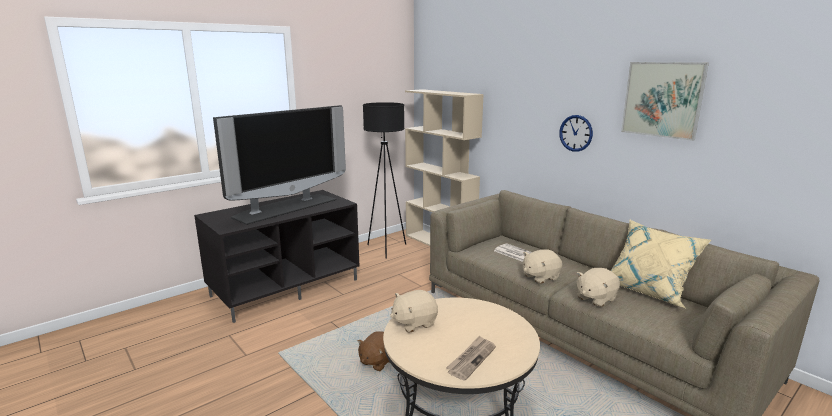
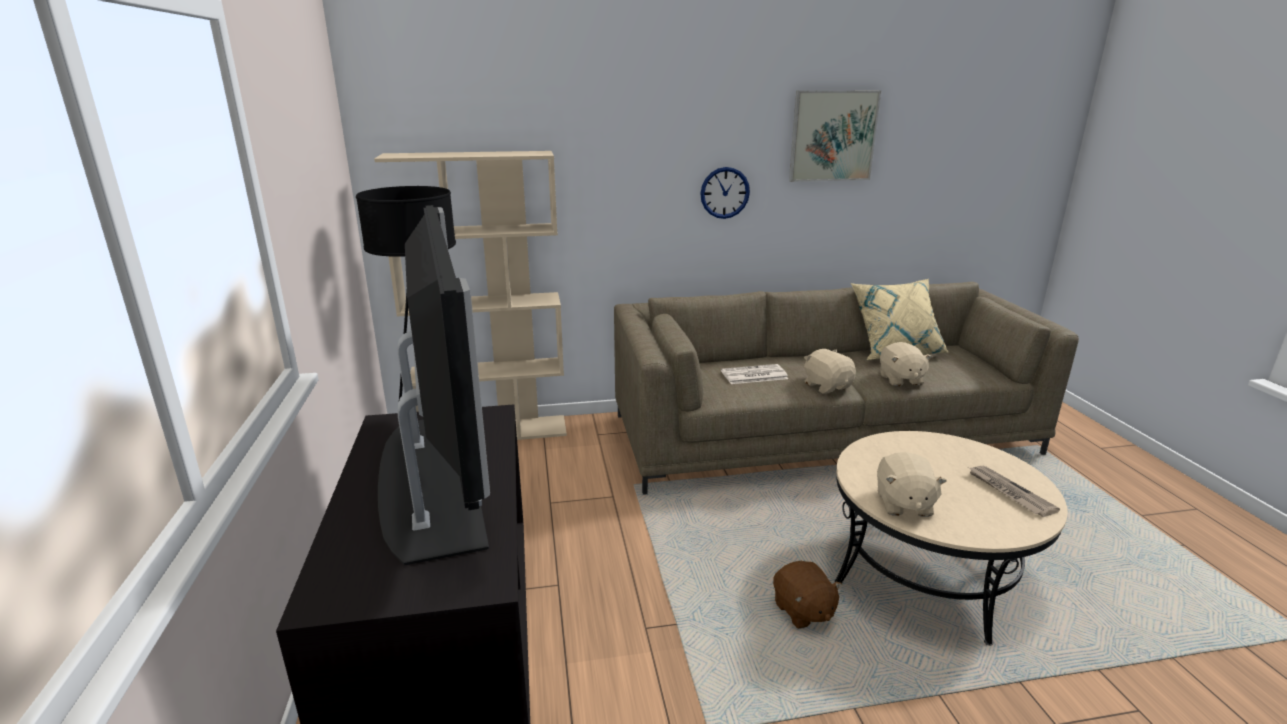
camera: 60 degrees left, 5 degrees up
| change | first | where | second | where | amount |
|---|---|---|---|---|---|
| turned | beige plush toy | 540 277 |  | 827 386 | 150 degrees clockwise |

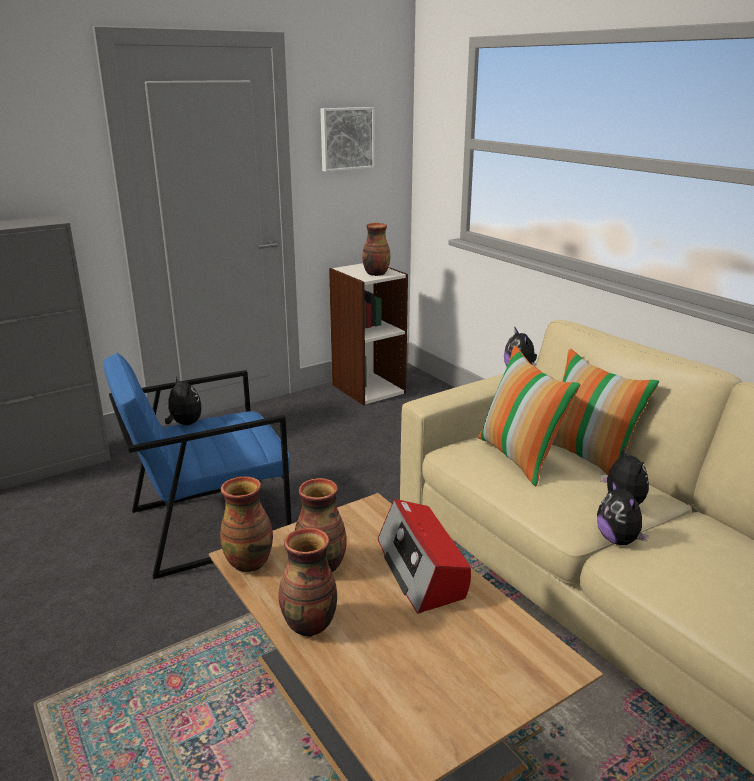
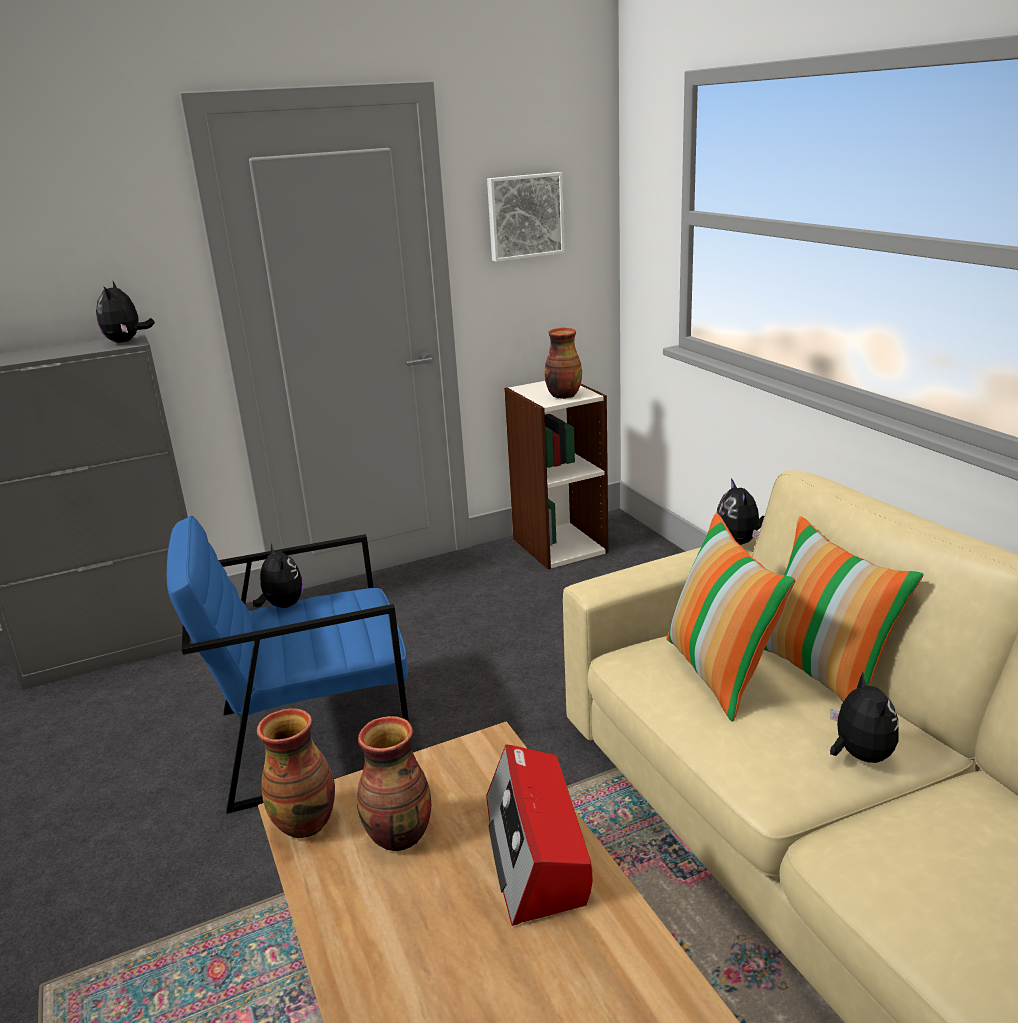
camera: 10 degrees right, 0 degrees up
| change | first | where | second | where | amount |
|---|---|---|---|---|---|
| moved | plush toy | 618 540 |  | 126 342 |  |
| removed | vase | 309 625 |  |  |  |

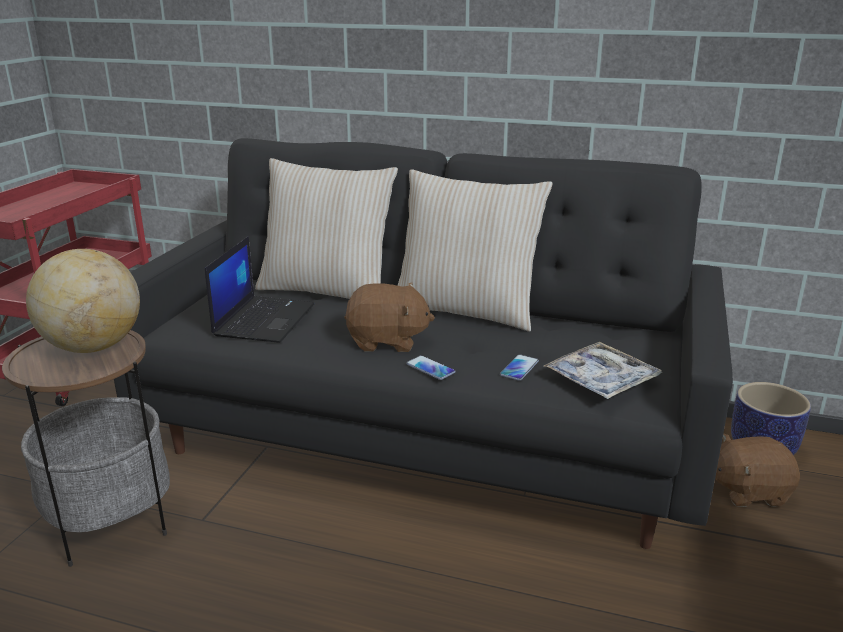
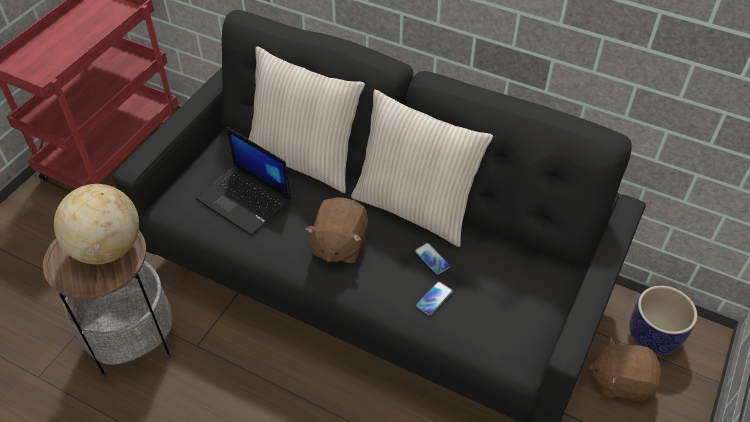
camera: 10 degrees right, 25 degrees up
| change | first | where | second | where | amount |
|---|---|---|---|---|---|
| turned | laptop | 264 319 |  | 245 200 | 105 degrees clockwise |
| turned | brown plush toy | 387 341 |  | 339 244 | 90 degrees clockwise |
| moved | phone | 430 368 |  | 432 259 |  |
| removed | tray | 601 380 |  |  |  |

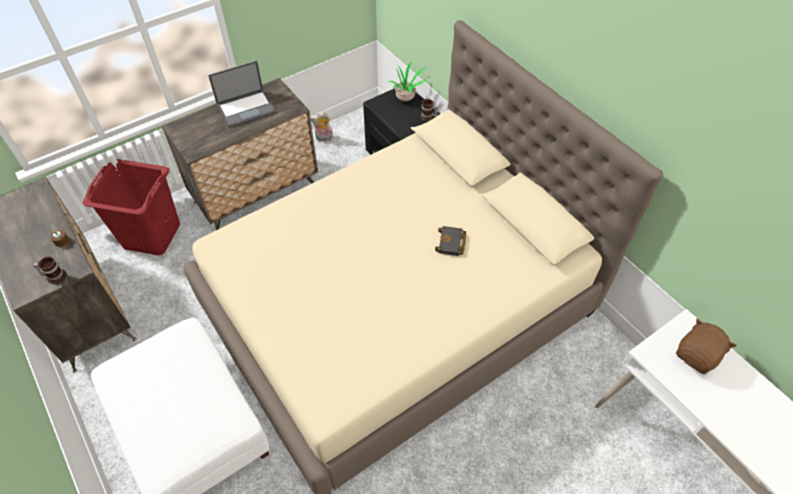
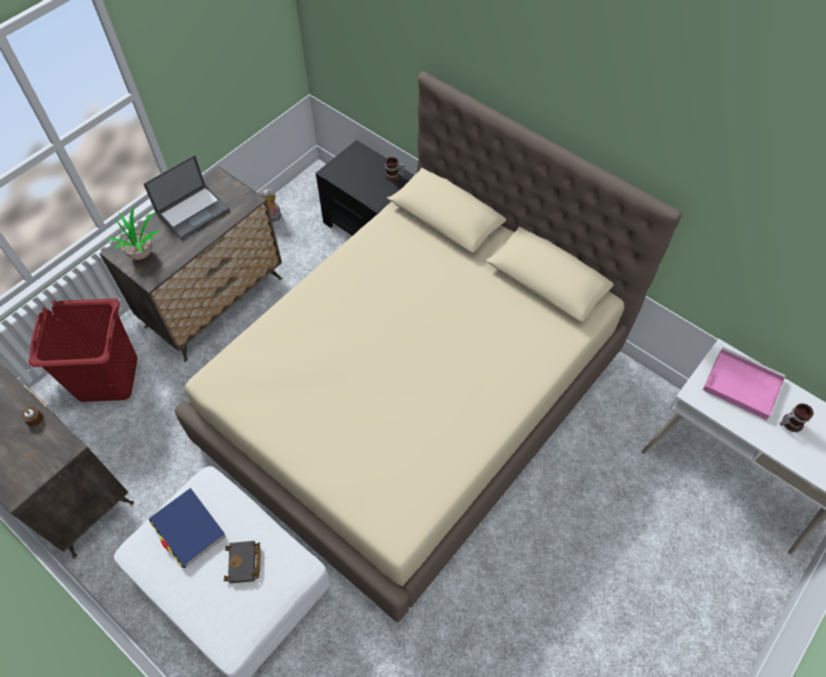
camera: 15 degrees left, 5 degrees up
| change | first | where | second | where | amount |
|---|---|---|---|---|---|
| moved | potted plant | 406 98 |  | 143 253 |  |
| added |  |  | blue book | 188 529 |  |
| moved | black book | 451 243 |  | 244 564 |  |
| replaced | brown plush toy | 697 356 | pink tray | 740 384 |  |
| moved | mug | 55 276 |  | 790 422 |  |

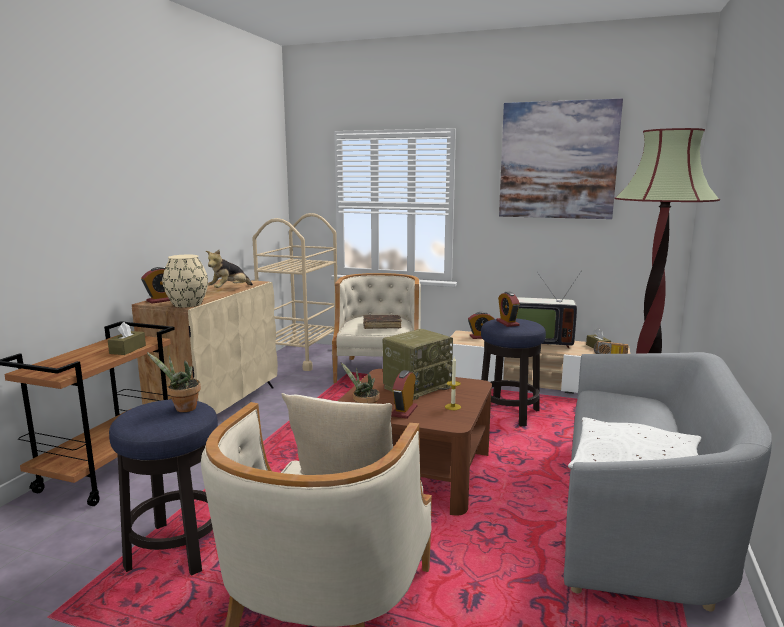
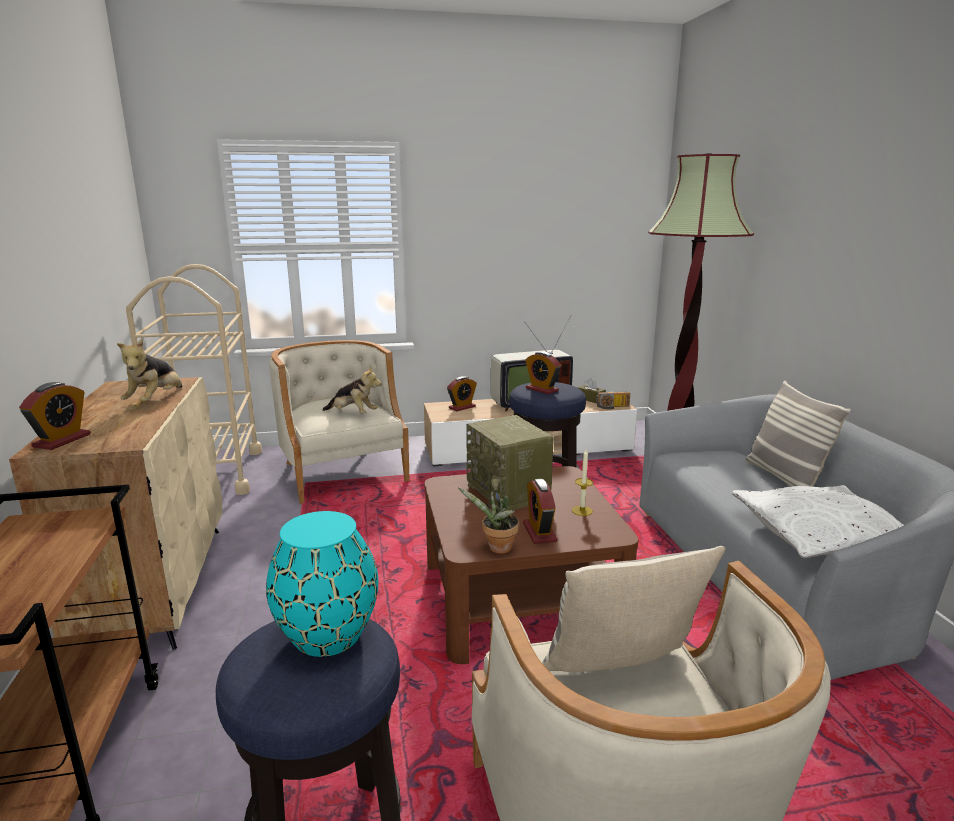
camera: 30 degrees left, 5 degrees up
| change | first | where | second | where | amount |
|---|---|---|---|---|---|
| replaced | potted plant | 182 409 | turquoise vase | 329 634 |  |
| replaced | brown book | 382 326 | plush toy | 353 414 |  |
| turned | radio | 417 387 |  | 509 493 | 135 degrees clockwise |
| added |  |  | pillow | 784 478 |  |
| removed | brown tissue box | 128 349 |  |  |  |
| removed | beige vase | 186 304 |  |  |  |
| removed | picture | 557 160 |  |  |  |

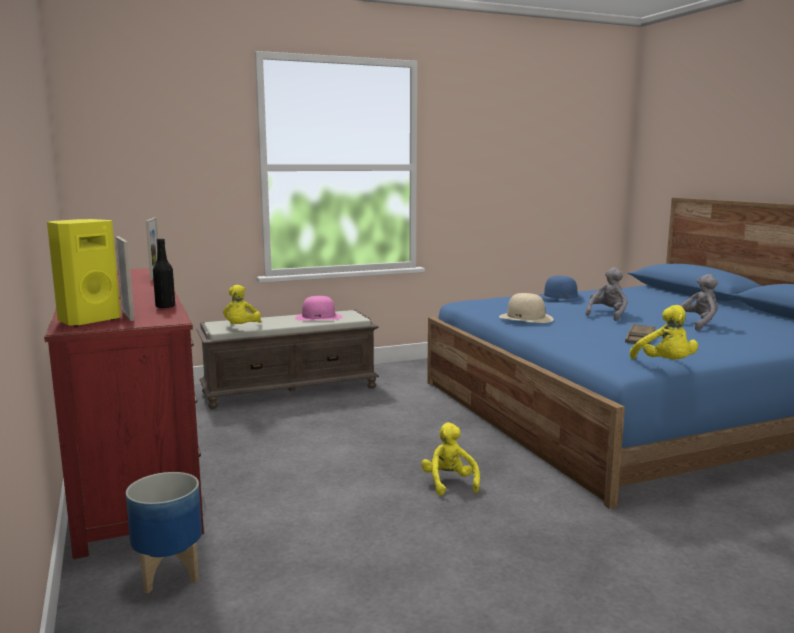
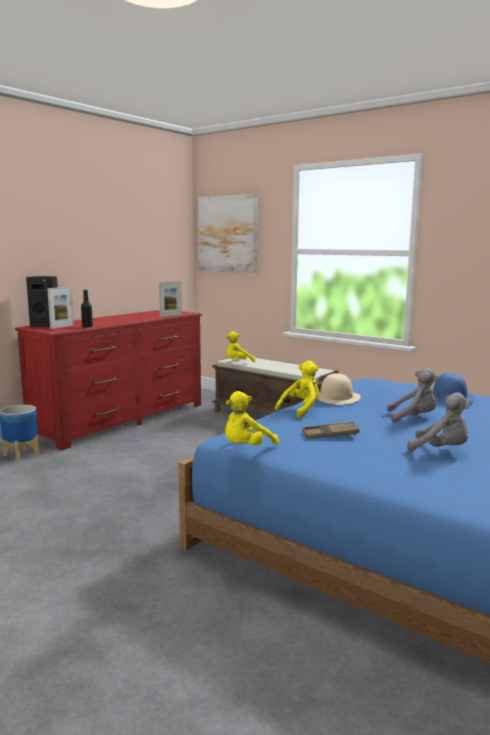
camera: 60 degrees right, 0 degrees up
| change | first | where | second | where | amount |
|---|---|---|---|---|---|
| recoloured | yellow speaker | 87 320 | black speaker | 46 326 |  |
| added |  |  | picture | 228 234 |  |
| moved | yellow plush toy | 449 483 |  | 301 410 |  |
| removed | pink hat | 318 317 |  |  |  |

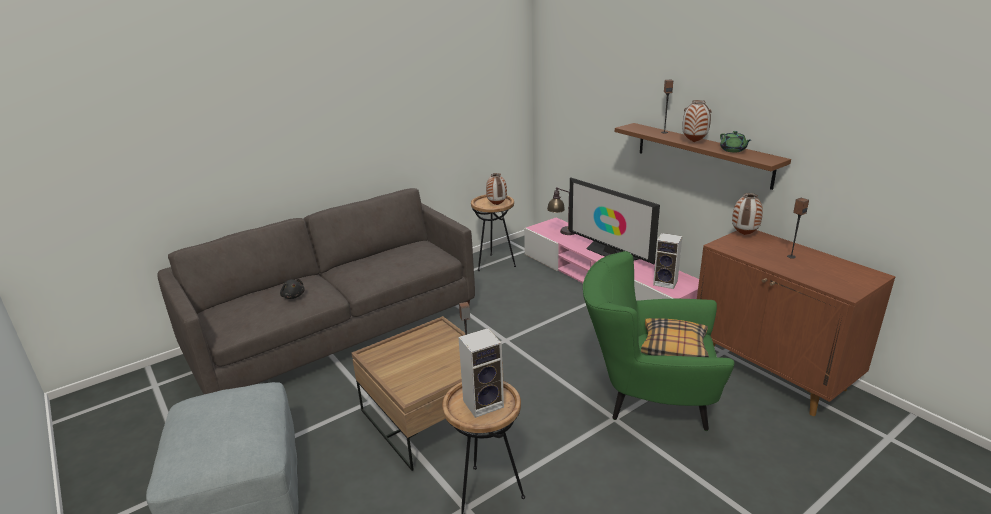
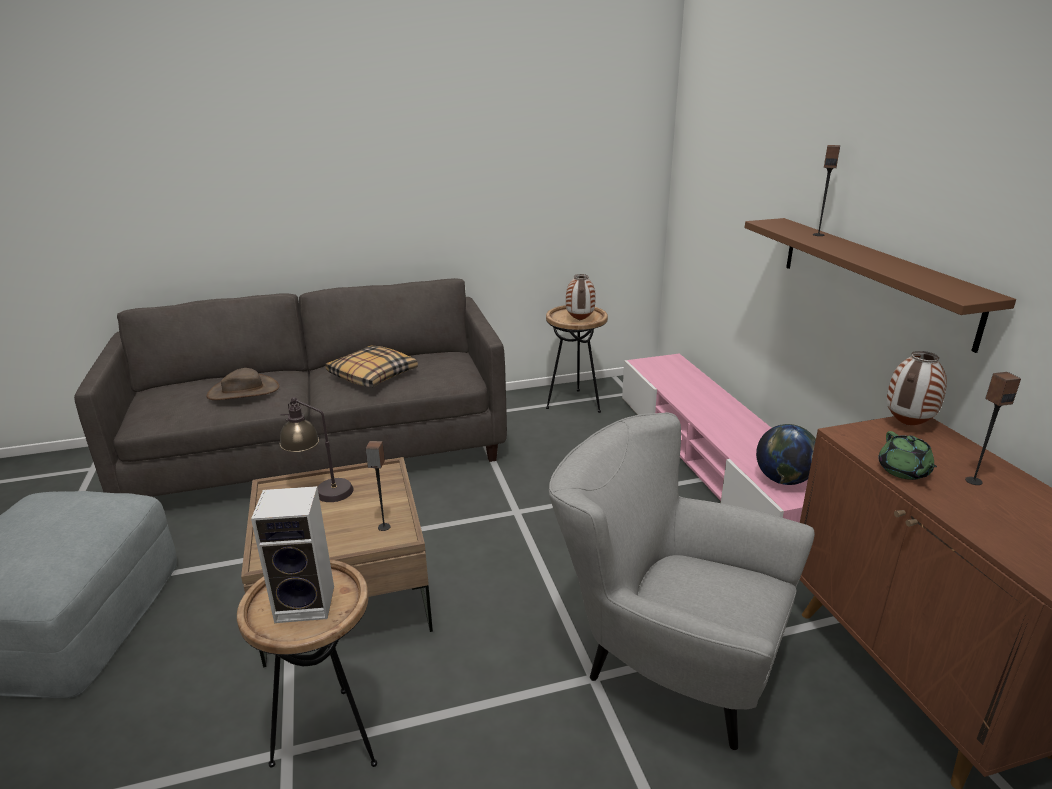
camera: 20 degrees right, 0 degrees up
| change | first | where | second | where | amount |
|---|---|---|---|---|---|
| replaced | black plush toy | 293 296 | brown hat | 243 391 |  |
| moved | table lamp | 562 232 |  | 321 490 |  |
| moved | pillow | 674 347 |  | 372 375 |  |
| recoloured | green armchair | 647 400 | grey armchair | 665 664 |  |
| replaced | speaker | 666 283 | globe | 783 480 |  |
| moved | green teapot | 733 150 |  | 903 471 |  |
| removed | television | 609 253 |  |  |  |
| removed | vase | 694 142 |  |  |  |

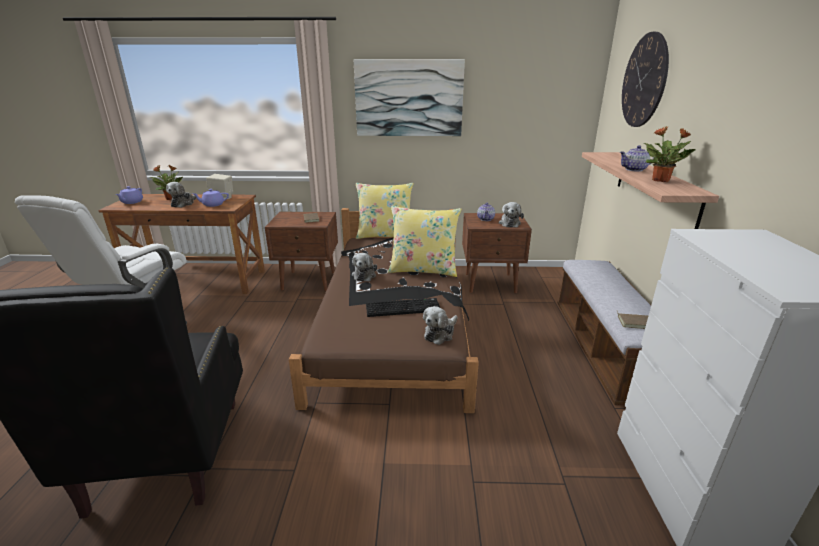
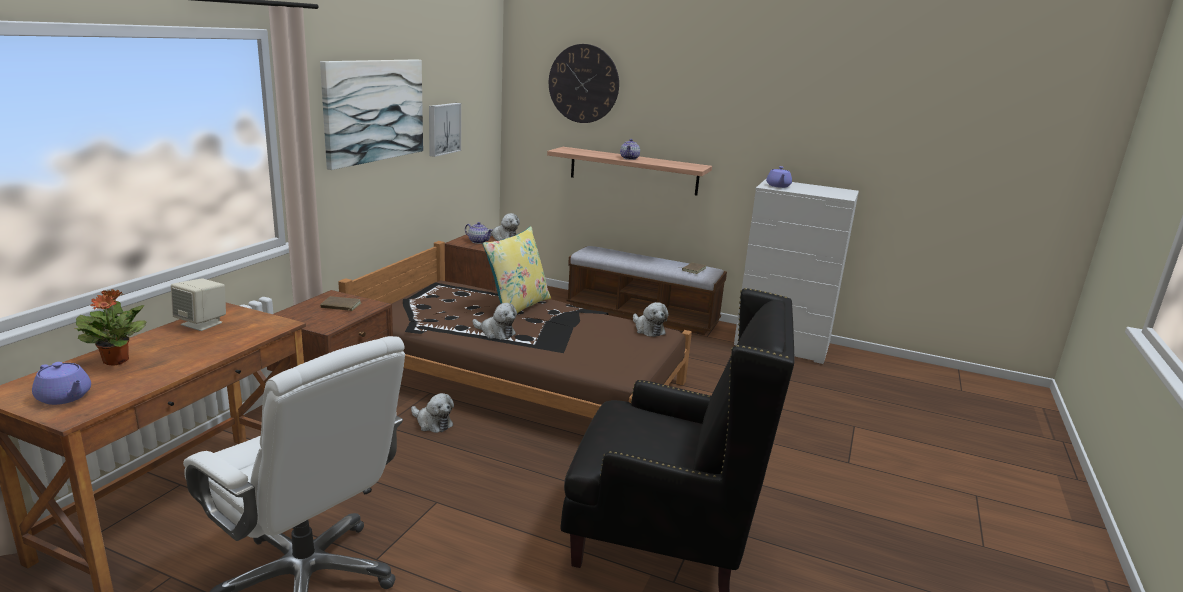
camera: 70 degrees left, 5 degrees down
| change | first | where | second | where | amount |
|---|---|---|---|---|---|
| moved | plush toy | 183 203 |  | 432 423 |  |
| added |  |  | picture | 443 128 |  |
| moved | purple teapot | 213 205 |  | 778 186 |  |
| removed | yellow pillow | 385 235 |  |  |  |
| removed | keyboard | 403 308 |  |  |  |
| removed | potted plant | 661 180 |  |  |  |

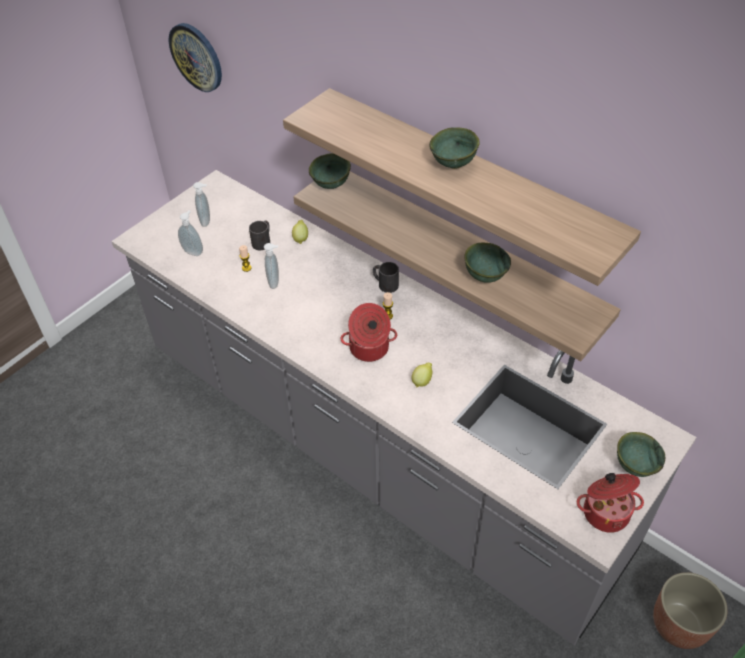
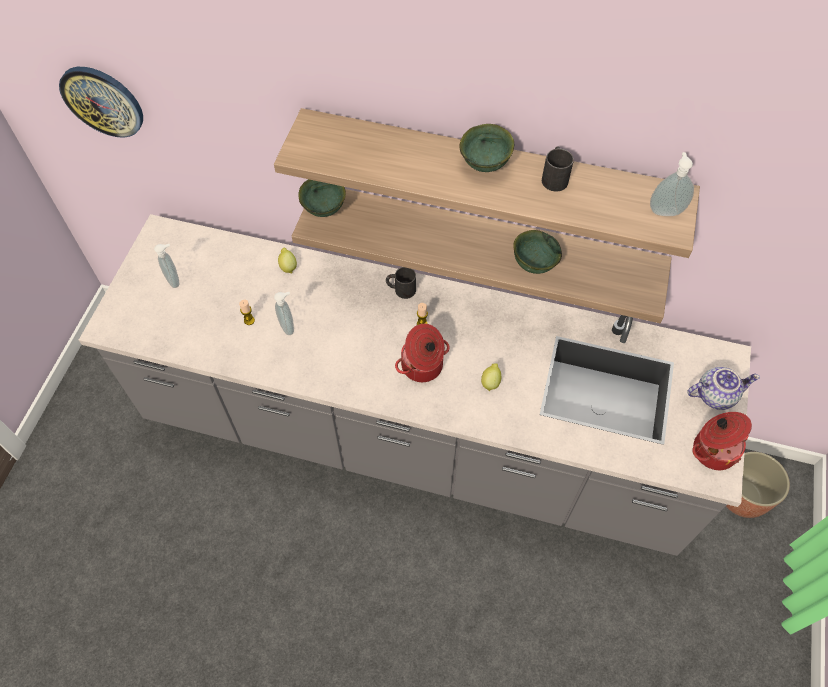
camera: 25 degrees left, 10 degrees up
| change | first | where | second | where | amount |
|---|---|---|---|---|---|
| moved | black mug | 263 241 |  | 554 176 |  |
| moved | soap dispenser | 193 251 |  | 665 210 |  |
| replaced | green bowl | 634 465 | teapot | 715 394 |  |

